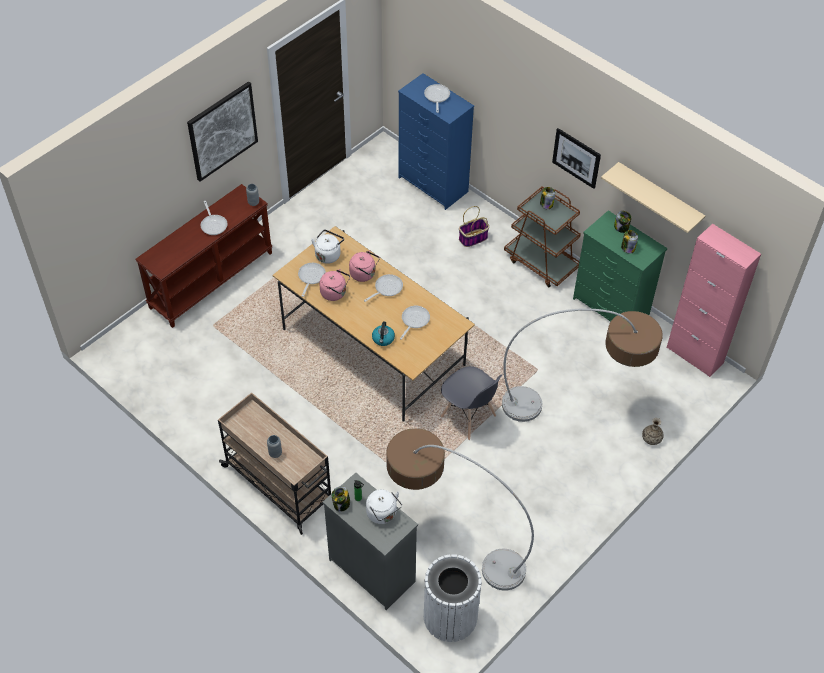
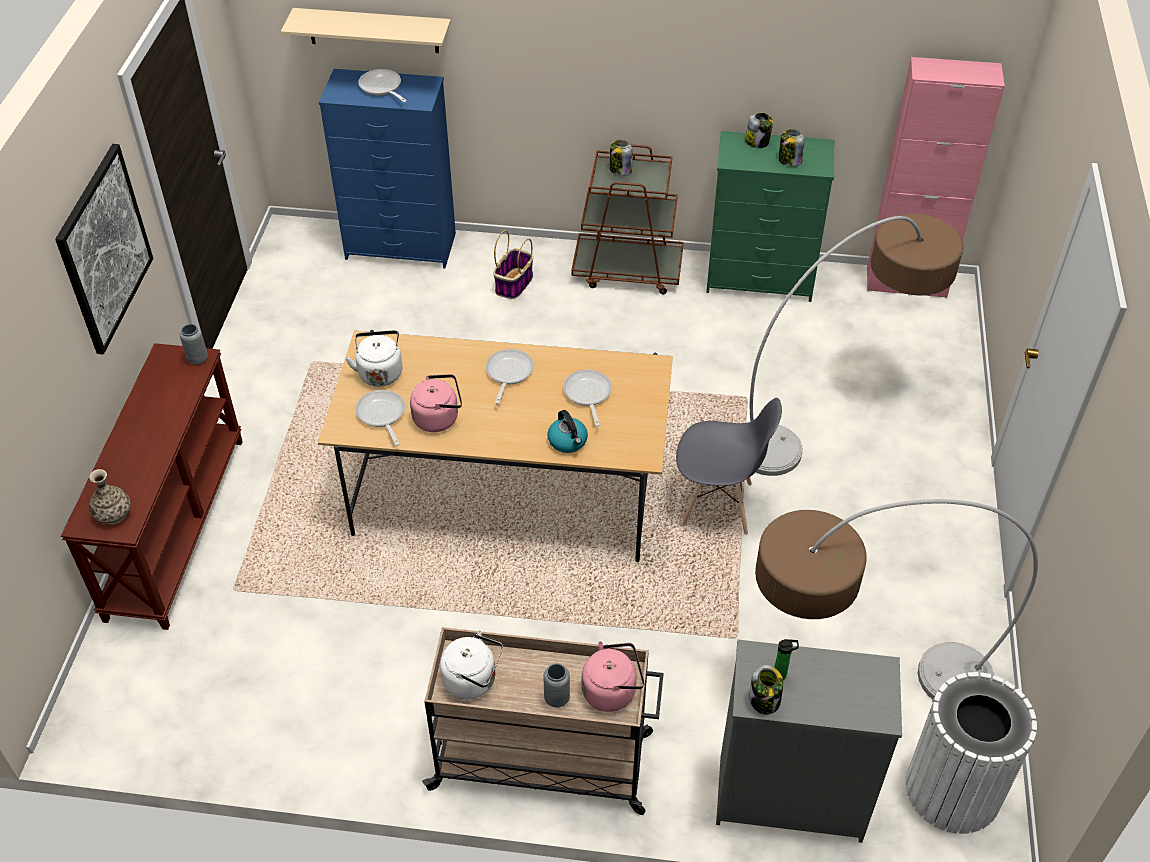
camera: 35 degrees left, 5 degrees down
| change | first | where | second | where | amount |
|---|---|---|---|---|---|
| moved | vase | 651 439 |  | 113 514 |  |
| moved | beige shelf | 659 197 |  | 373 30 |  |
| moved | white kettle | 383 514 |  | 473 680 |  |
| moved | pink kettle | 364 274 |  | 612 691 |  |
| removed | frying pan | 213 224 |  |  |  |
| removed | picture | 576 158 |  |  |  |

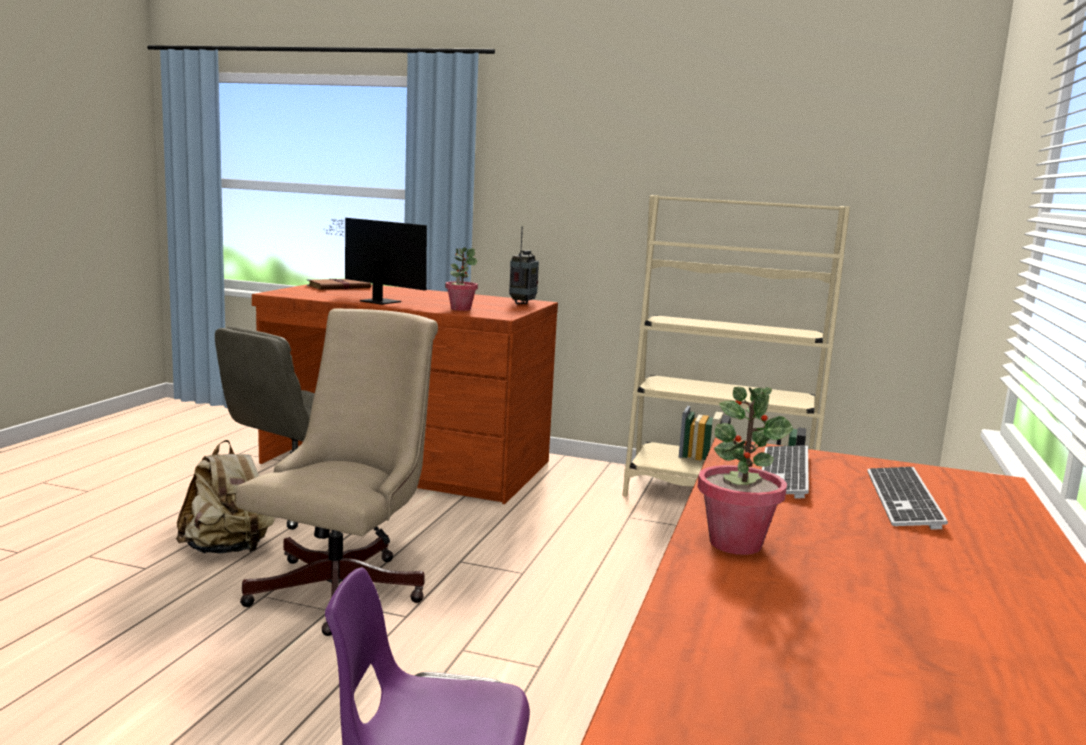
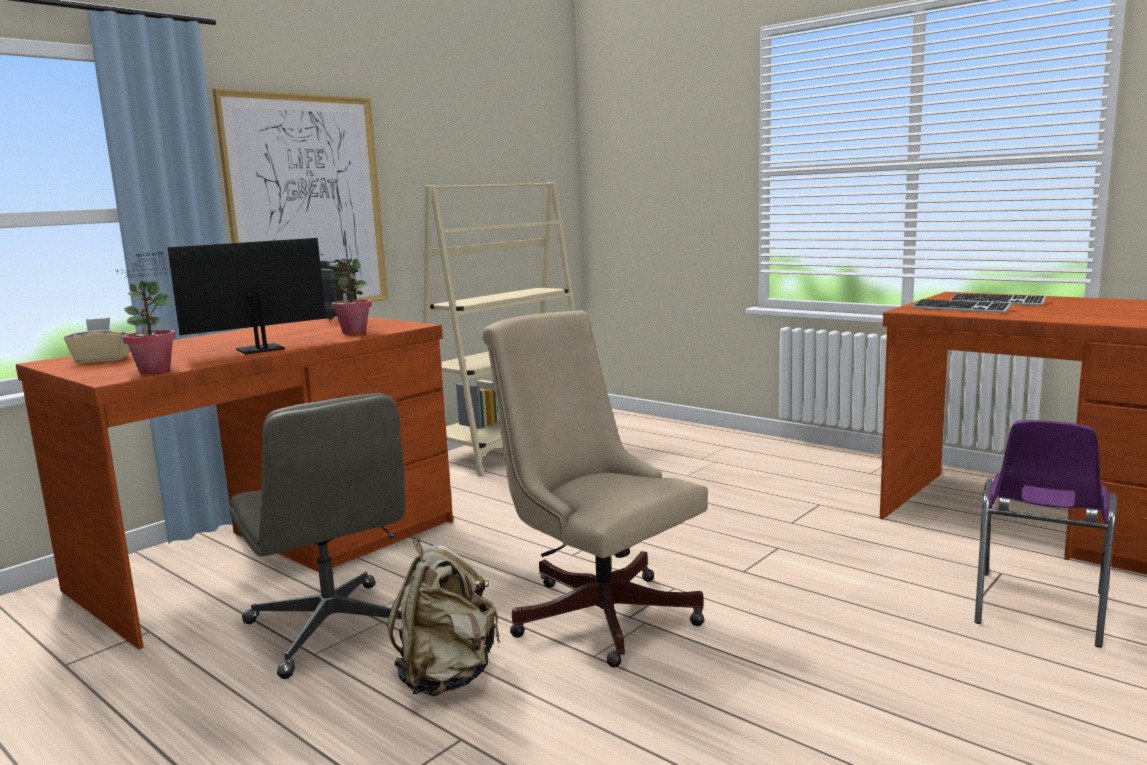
camera: 65 degrees left, 0 degrees up
| change | first | where | second | where | amount |
|---|---|---|---|---|---|
| replaced | brown book | 340 287 | beige tissue box | 102 359 |  |
| moved | potted plant | 735 543 |  | 154 370 |  |
| added |  |  | picture | 307 204 |  |

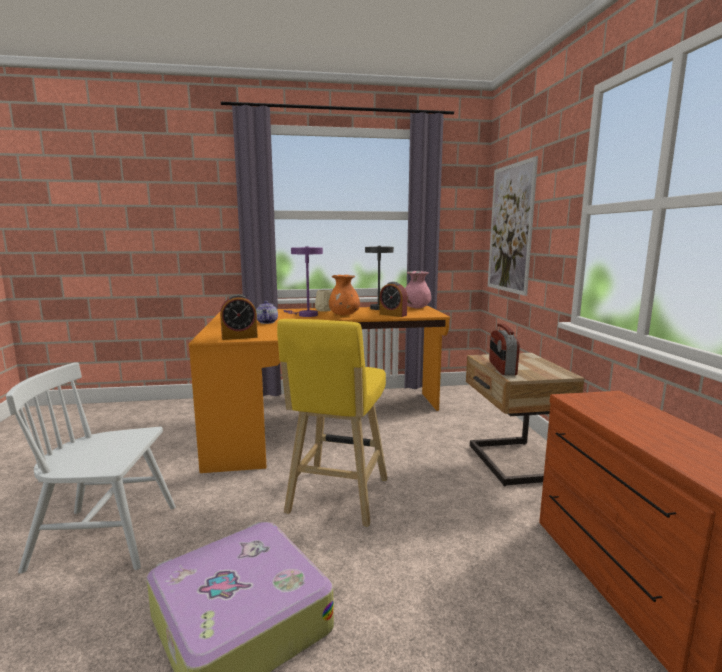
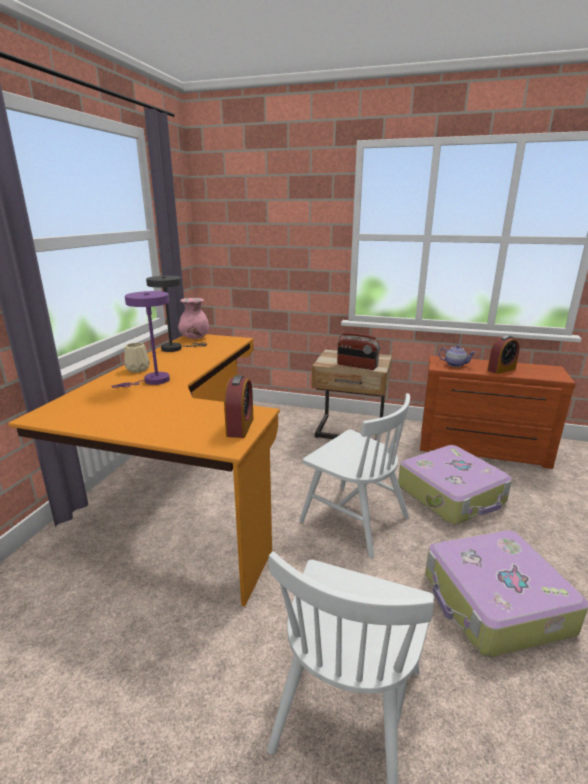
camera: 65 degrees left, 10 degrees up
| change | first | where | second | where | amount |
|---|---|---|---|---|---|
| replaced | yellow stool | 336 498 | white chair | 353 519 |  |
| added |  |  | suitcase | 452 494 |  |
| moved | teapot | 267 322 |  | 455 364 |  |
| moved | alarm clock | 393 315 |  | 501 369 |  |
| removed | orange vase | 344 315 |  |  |  |
| removed | picture | 510 229 |  |  |  |

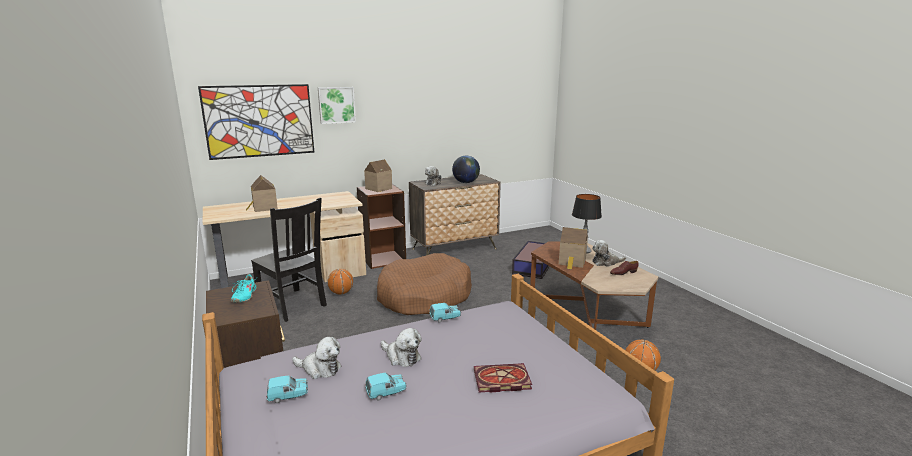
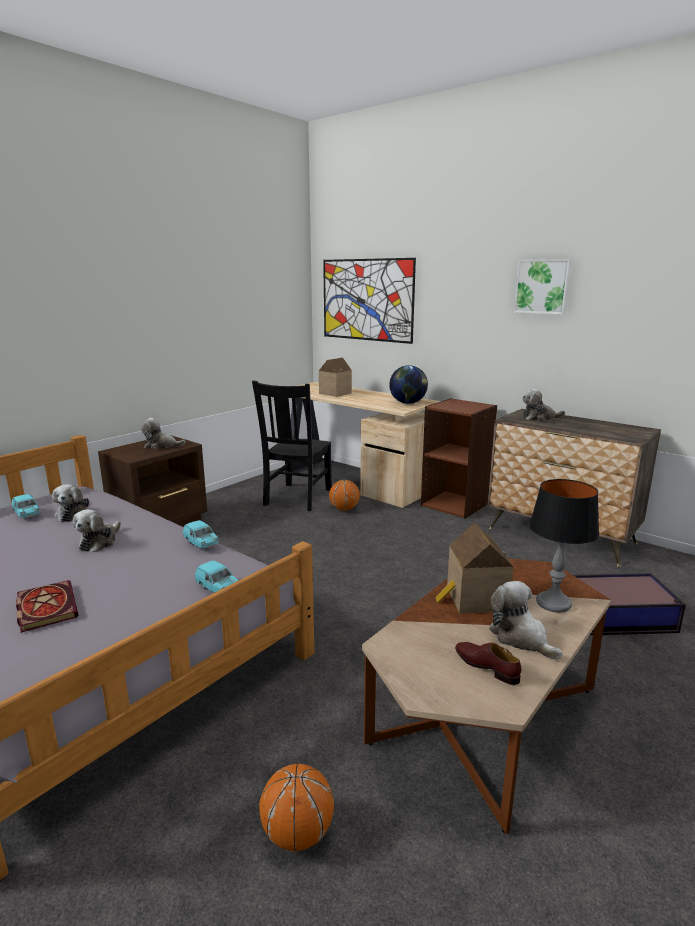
camera: 65 degrees right, 0 degrees up
| change | first | where | second | where | amount |
|---|---|---|---|---|---|
| replaced | turquoise shoe | 244 296 | plush toy | 161 446 |  |
| moved | turquoise toy car | 386 392 |  | 218 589 |  |
| moved | globe | 466 182 |  | 408 403 |  |
| moved | picture | 336 105 |  | 542 286 |  |
| removed | toy house | 377 188 |  |  |  |
| removed | brown dog bed | 424 296 |  |  |  |

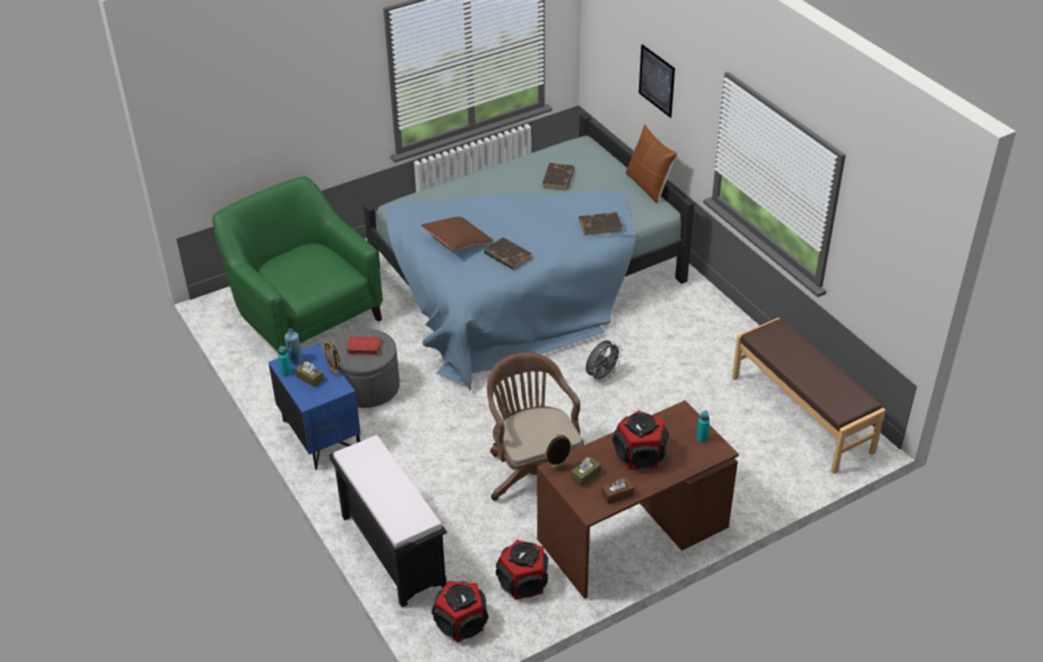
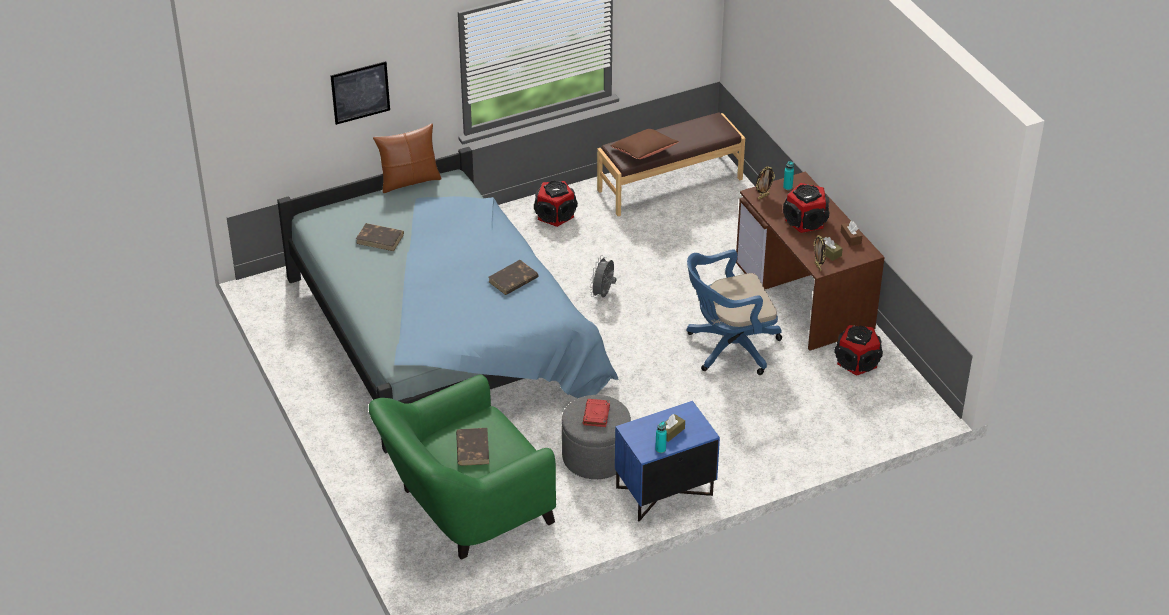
camera: 85 degrees left, 0 degrees up
| change | first | where | second | where | amount |
|---|---|---|---|---|---|
| moved | brown book | 600 225 |  | 472 448 |  |
| moved | speaker | 461 622 |  | 554 215 |  |
| turned | grey fan | 601 376 |  | 603 294 | 120 degrees counterclockwise |
| moved | brown pillow | 457 241 |  | 644 152 |  |
| recoloured | brown office chair | 533 473 | blue office chair | 728 347 |  |
| moved | picture frame | 334 372 |  | 763 196 |  |
| removed | blue bottle | 295 360 |  |  |  |
| removed | black bench | 391 550 |  |  |  |

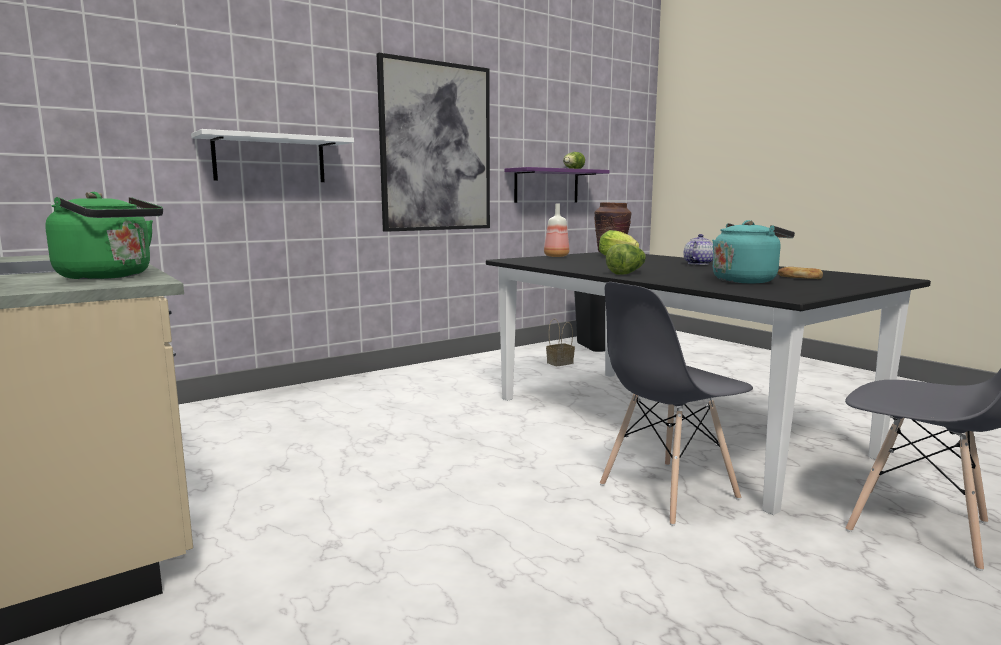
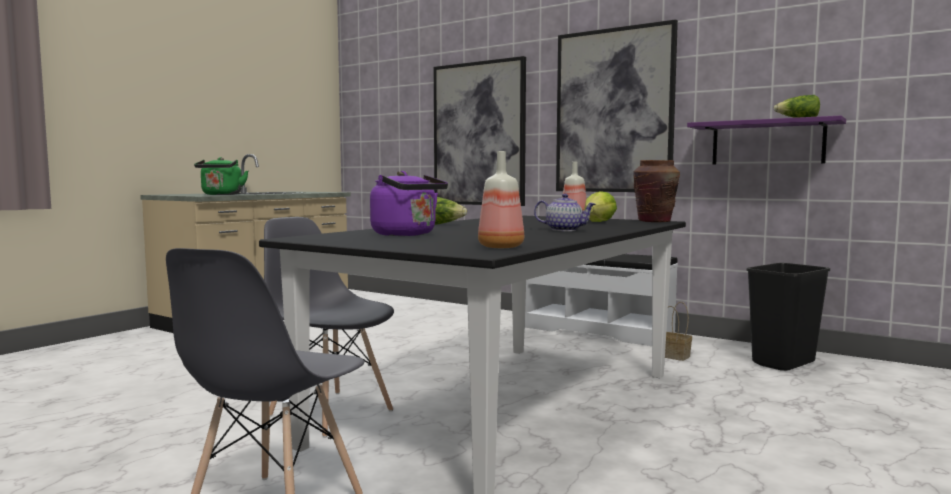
camera: 70 degrees right, 5 degrees down
| change | first | where | second | where | amount |
|---|---|---|---|---|---|
| recoloured | turquoise kettle | 746 280 | purple kettle | 407 235 |  |
| replaced | white shelf | 270 159 | picture | 479 134 |  |
| added |  |  | bottle | 502 247 |  |
| added |  |  | white bench | 598 330 |  |
| removed | bread | 800 277 |  |  |  |

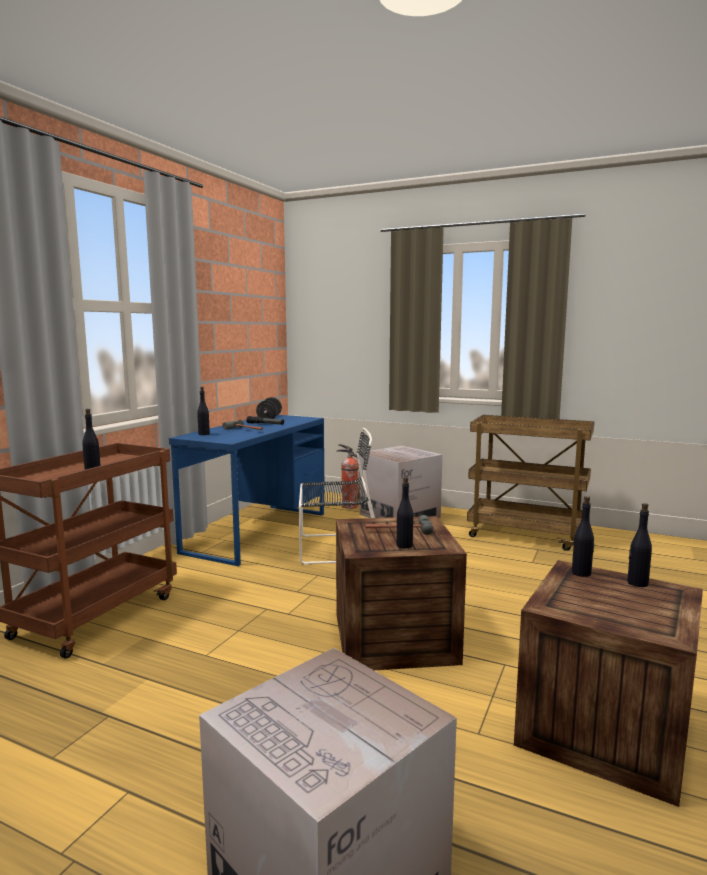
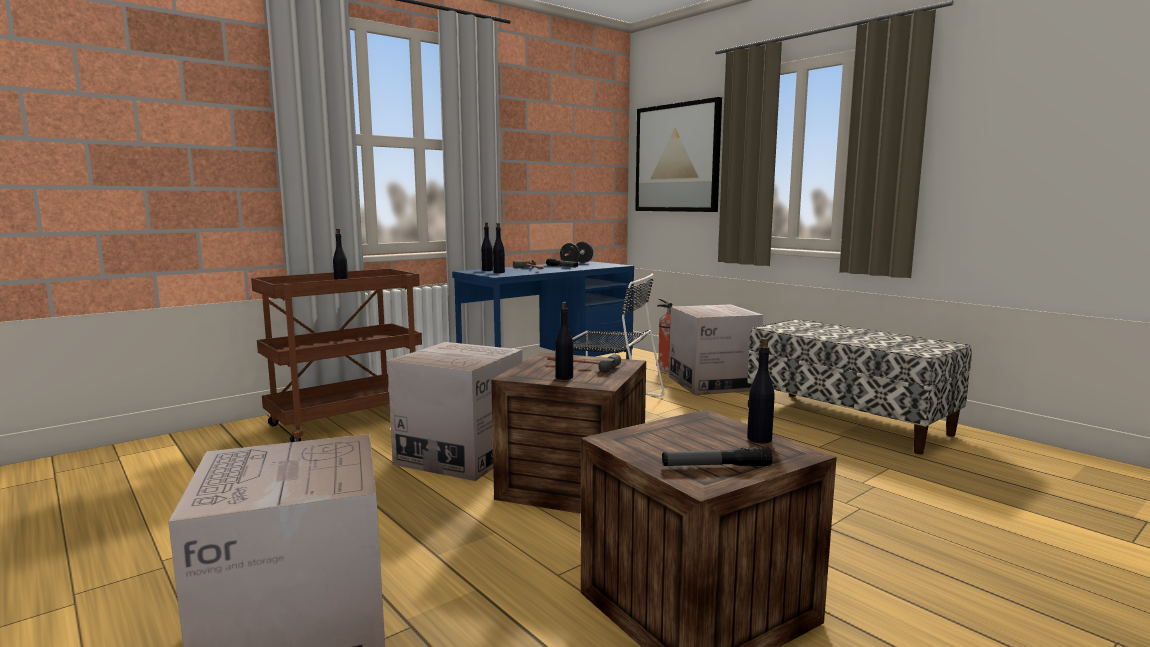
camera: 25 degrees right, 0 degrees up
| change | first | where | second | where | amount |
|---|---|---|---|---|---|
| added |  |  | cardboard box | 460 455 |  |
| moved | black bottle | 581 573 |  | 499 272 |  |
| added |  |  | picture | 677 158 |  |
| added |  |  | flashlight | 716 466 |  |
| replaced | brown cart | 527 535 | bench | 848 420 |  |

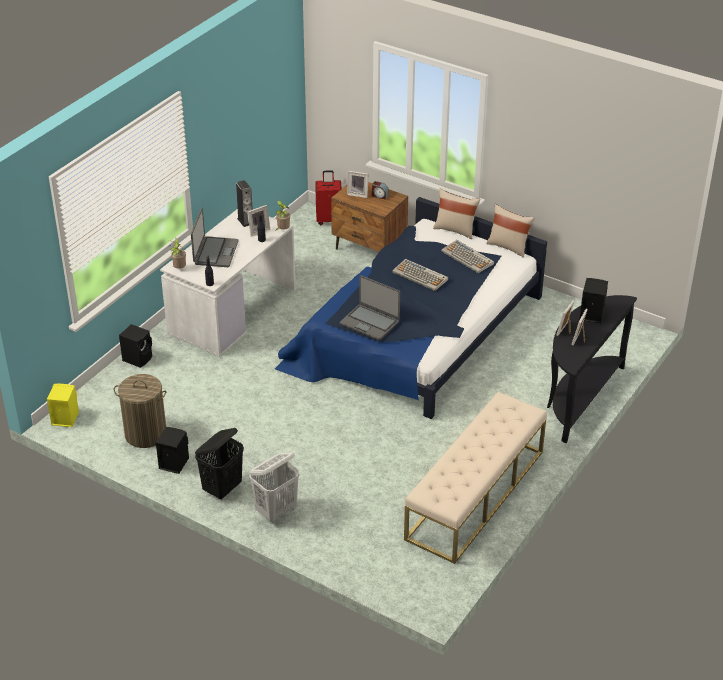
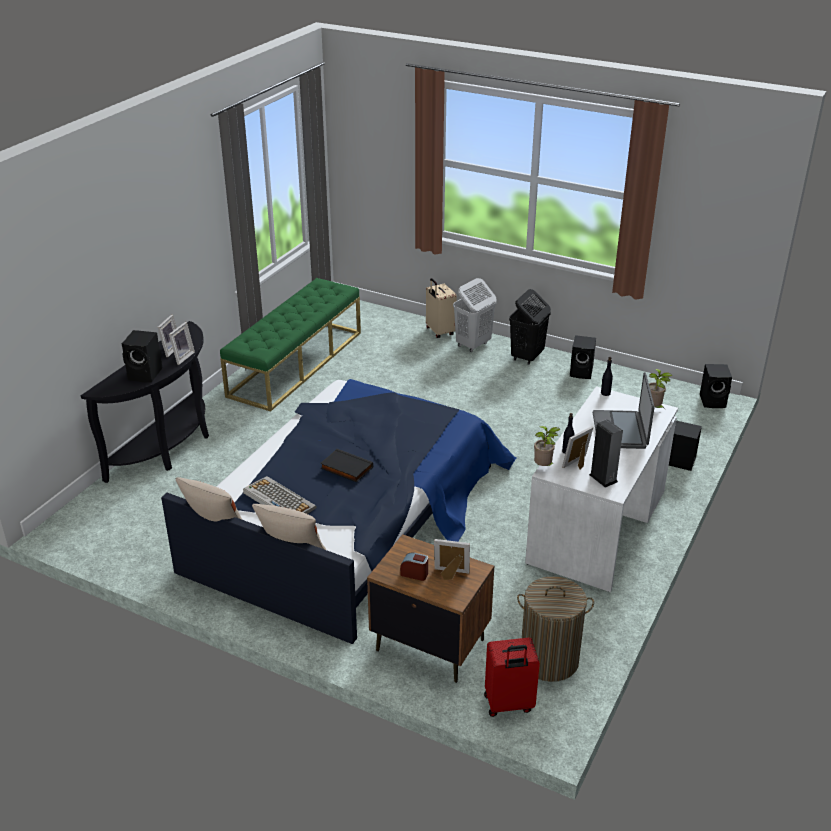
camera: 175 degrees right, 5 degrees down
| change | first | where | second | where | amount |
|---|---|---|---|---|---|
| recoloured | beige bench | 475 495 | green bench | 296 363 |  |
| replaced | keyboard | 421 276 | black book | 345 468 |  |
| added |  |  | beige suitcase | 439 332 |  |
| moved | laundry basket | 145 434 |  | 549 660 |  |
| recoloured | yellow speaker | 64 418 | black speaker | 713 401 |  |
| removed | laptop | 370 322 |  |  |  |

